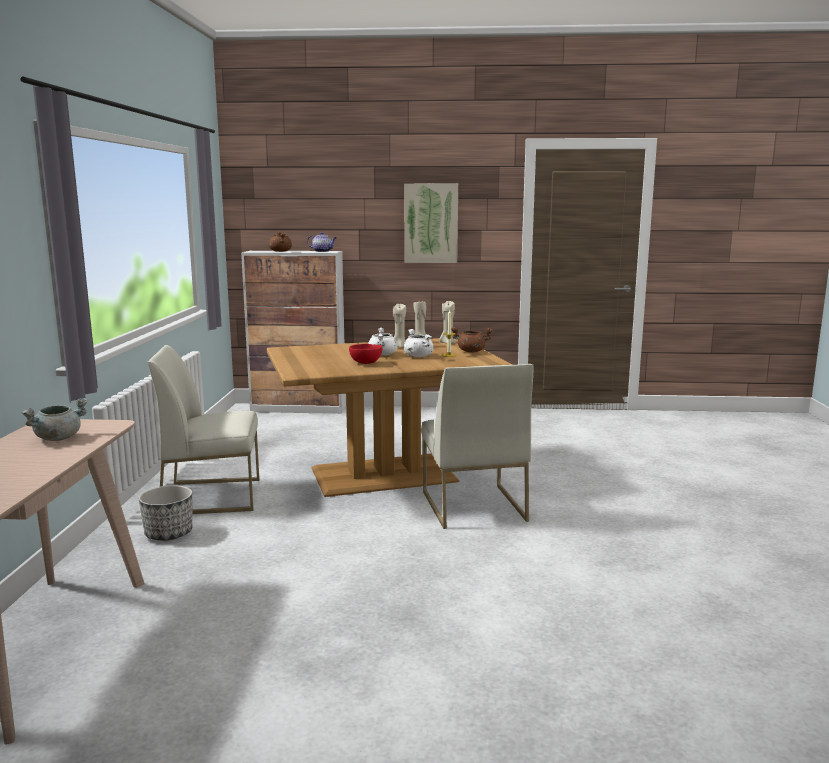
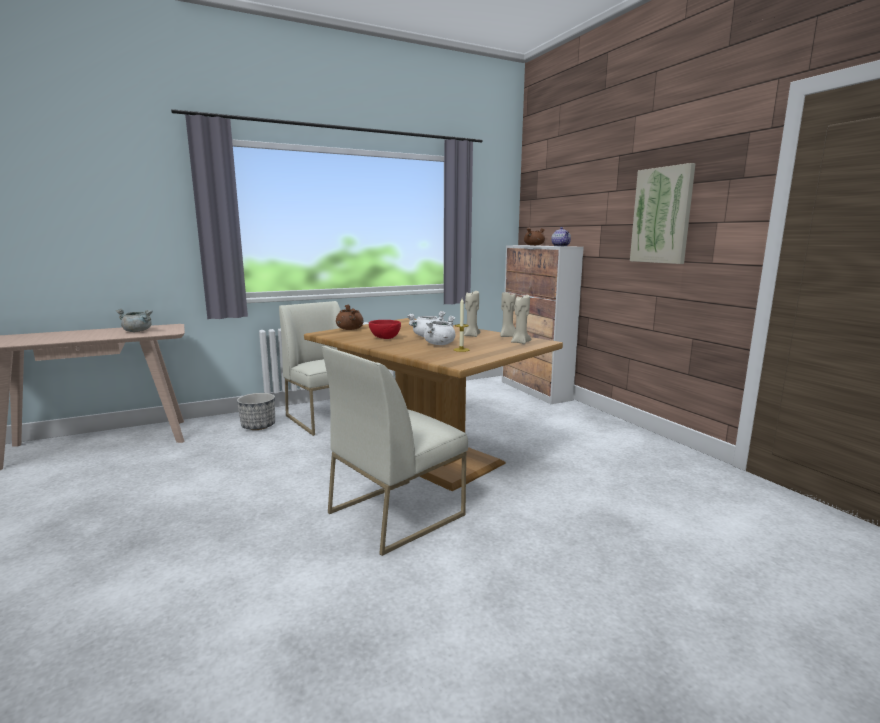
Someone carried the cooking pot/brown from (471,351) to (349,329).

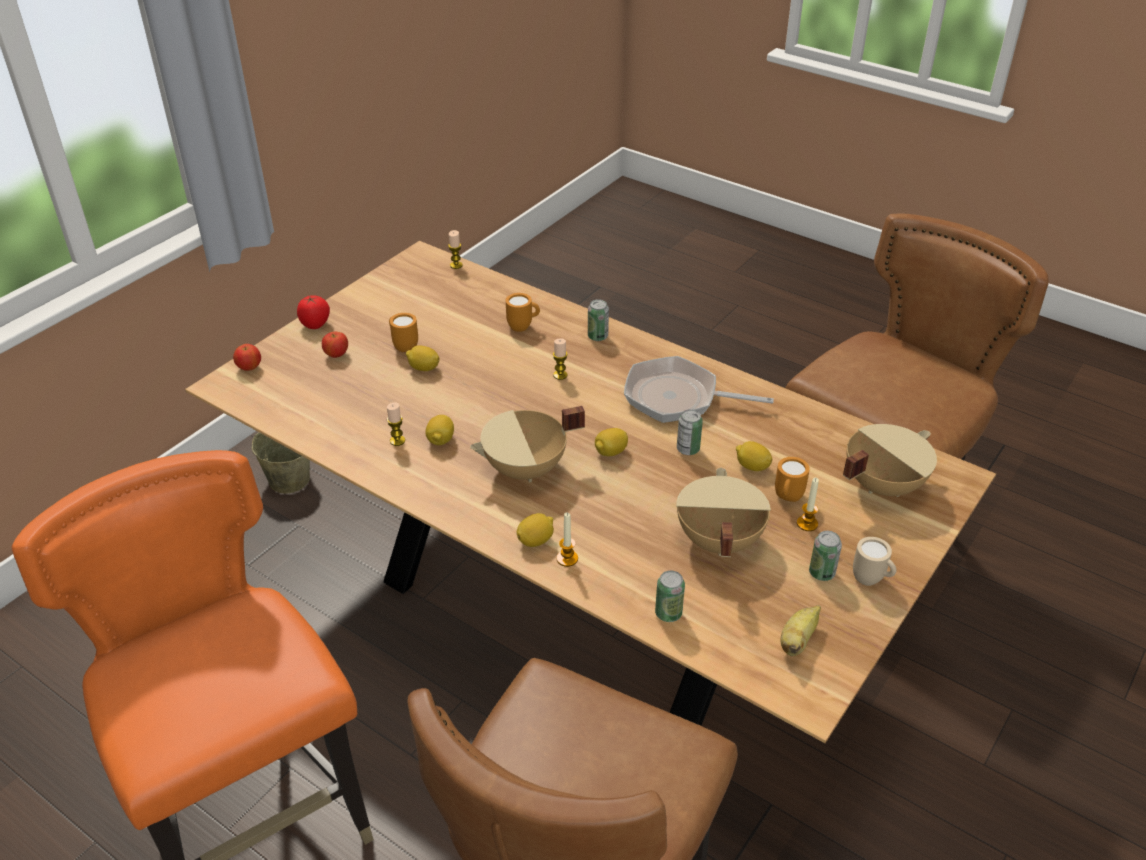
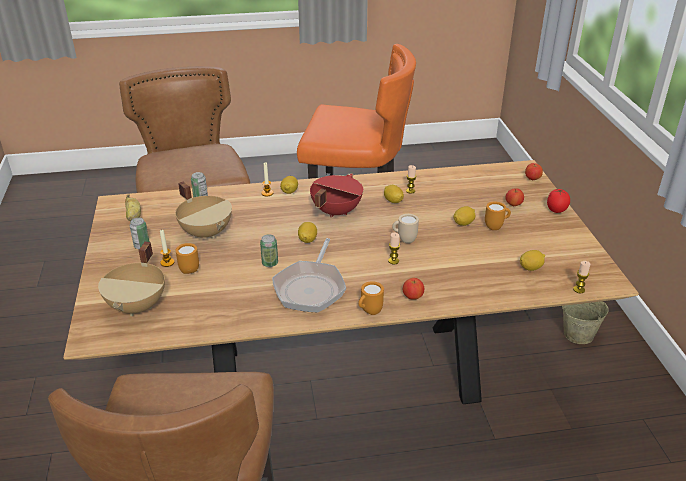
Someone carried the mug/orange from (523,327) to (369,312). Someone swapped the can at (597,336) for the apple at (412,297). Someone rotated the frying pan at (678,398) by 135 degrees clockwise. Someone repainted the cooking pot/beige at (526,470), which became the cooking pot/red at (335,211). Someone carried the lemon from (752,466) to (531,268). Someone carried the mug/beige from (871,580) to (404,239).

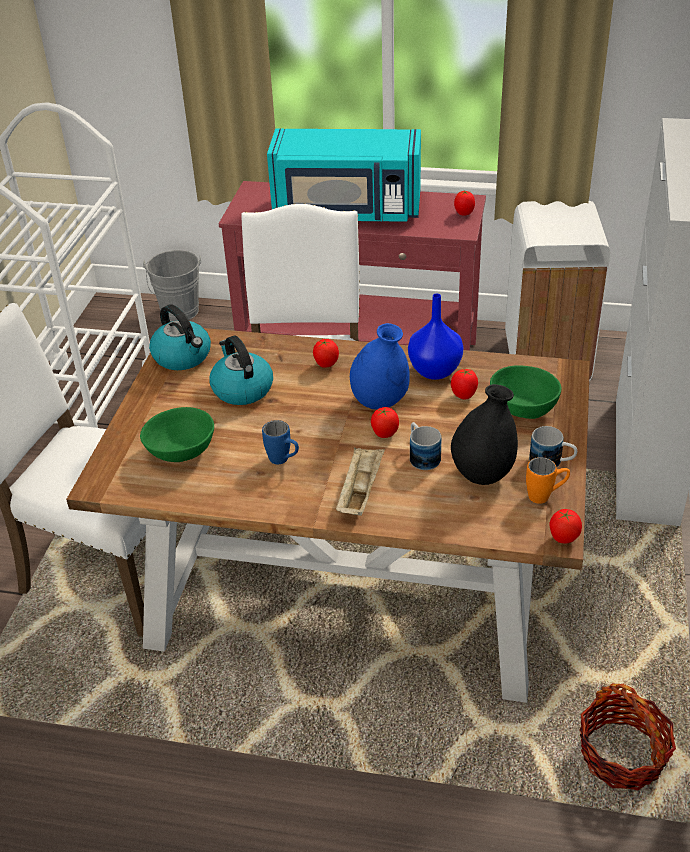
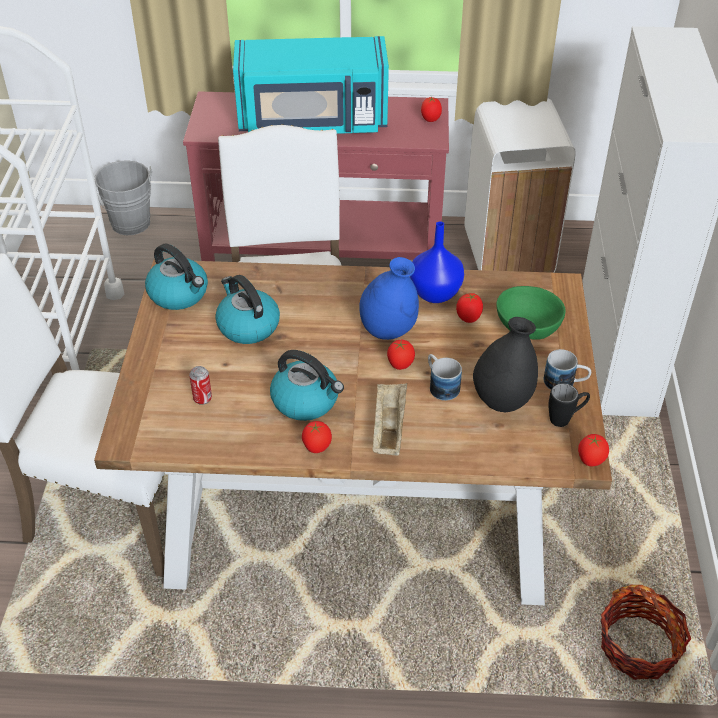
Someone carried the tomato from (326,365) to (316,448). Someone swapped the bowl/green at (182,451) for the can at (202,398). Someone swapped the mug/blue at (283,460) for the kettle at (306,401). Someone repainted the mug/orange at (545,496), which became the mug/black at (565,418).

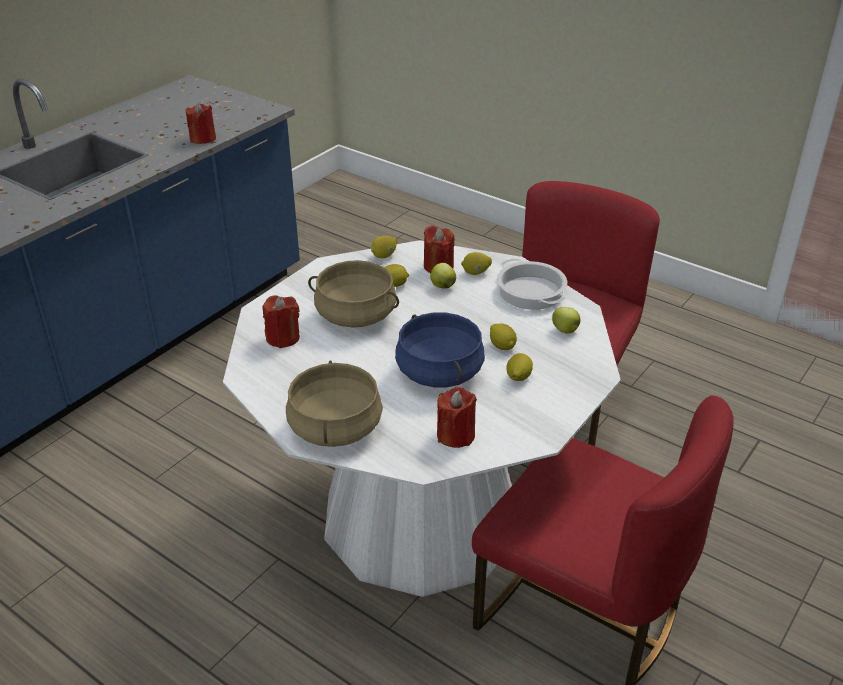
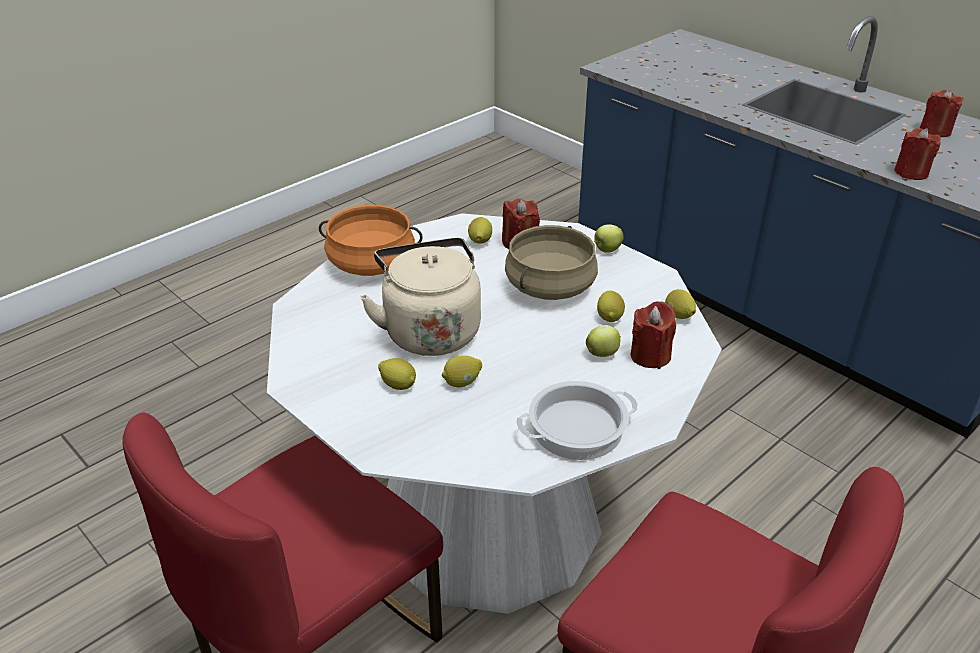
Someone carried the lemon from (476,273) to (480,241). Someone carried the apple from (565,331) to (606,250). Someone swapped the cooking pot/blue at (438,372) for the kettle/beige at (430,330). Someone repainted the cooking pot/beige at (334,427), which became the cooking pot/orange at (372,263). Someone carried the candle/red from (455,435) to (935,131).

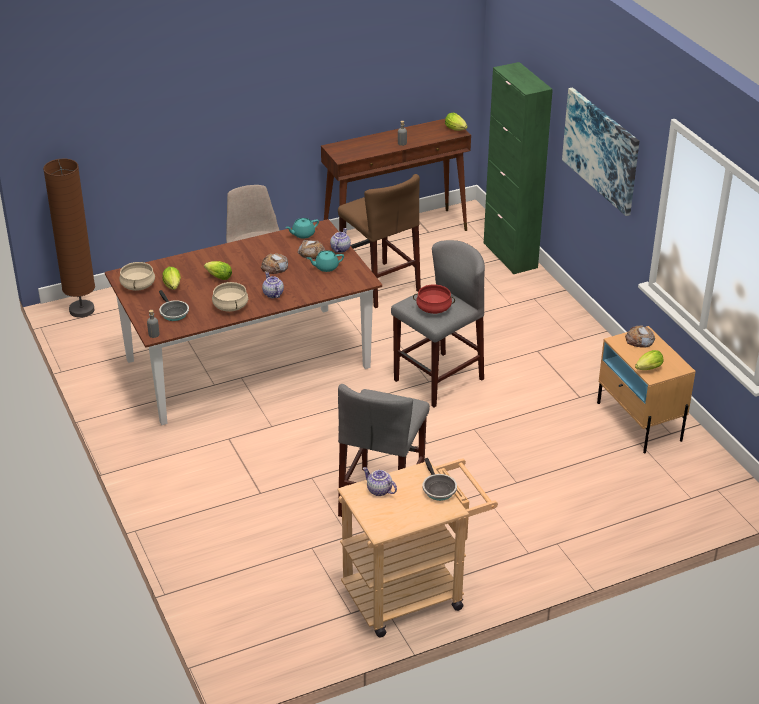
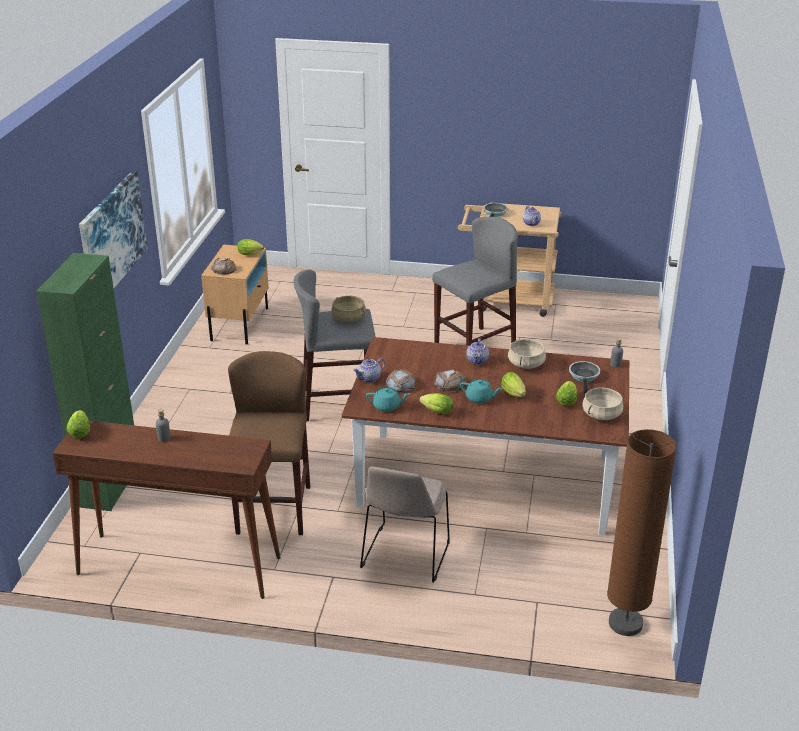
Someone carried the teapot/turquoise from (326,267) to (479,398). Someone repainted the cooking pot/red at (433,308), which became the cooking pot/beige at (349,318). Someone put down the lettuce at (435,411).

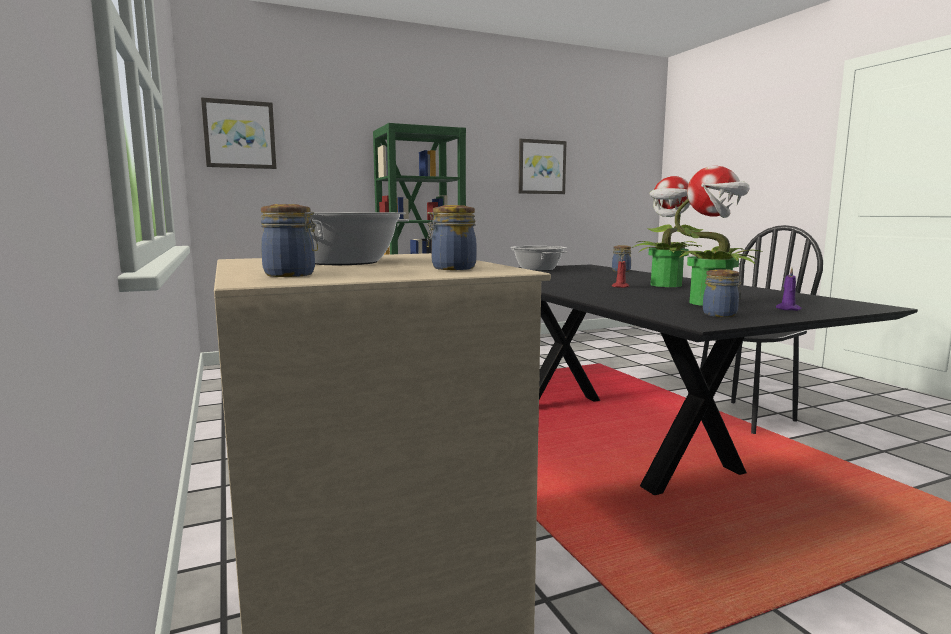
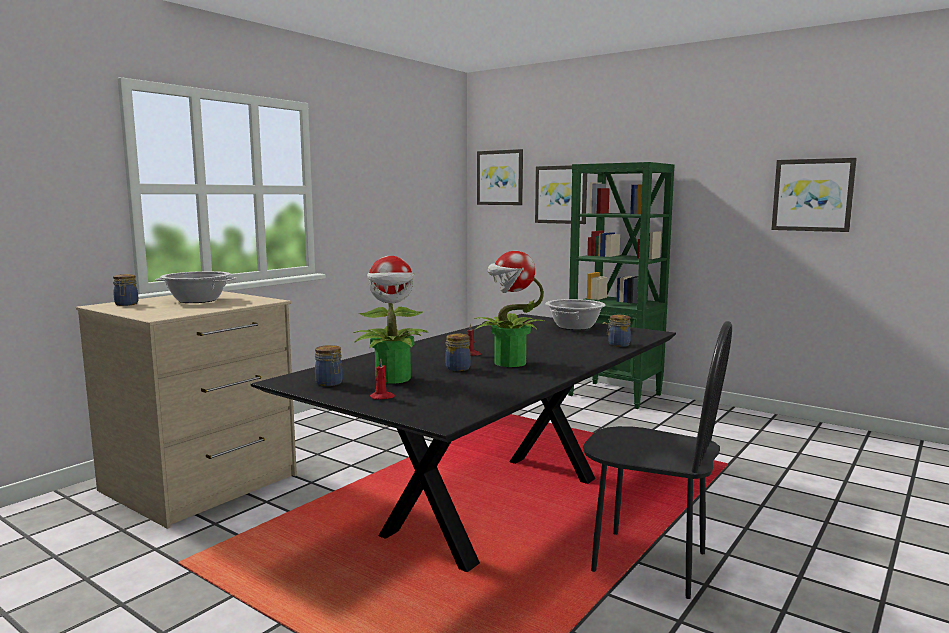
Someone carried the jar from (451,268) to (457,368). Someone repainted the candle/purple at (787,309), which became the candle/red at (382,397). Someone put up the picture at (561,194).

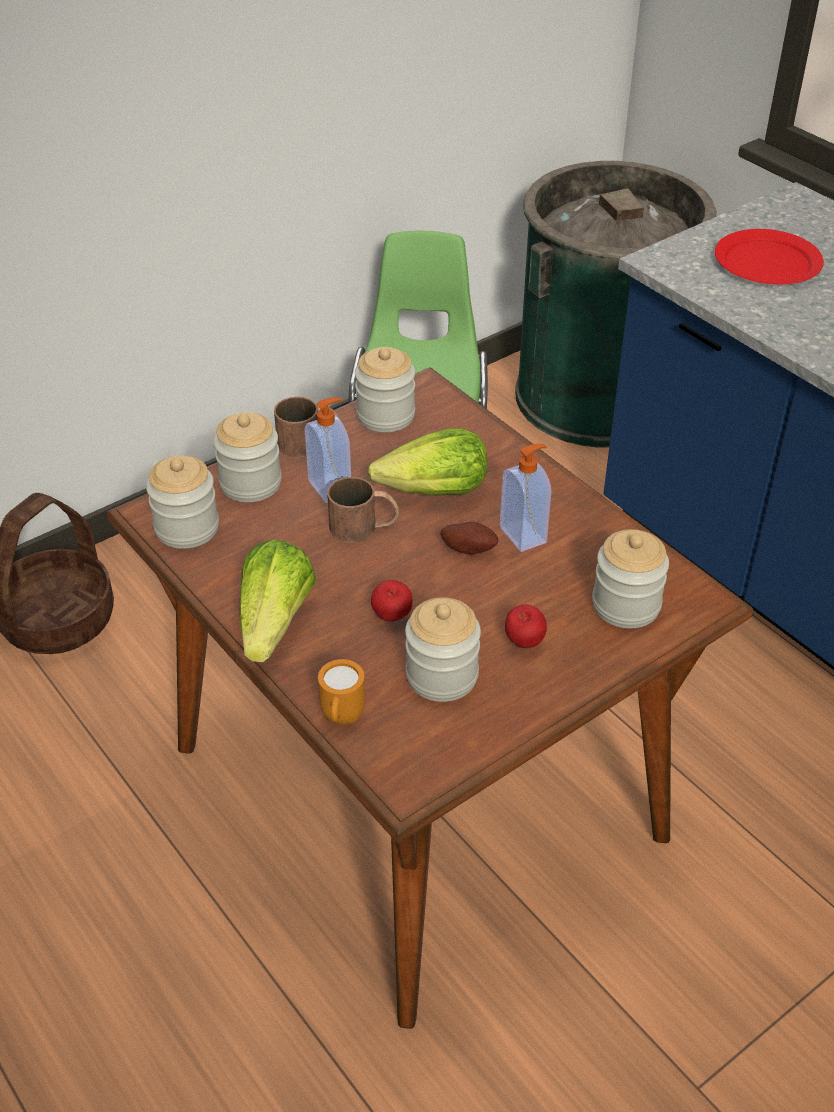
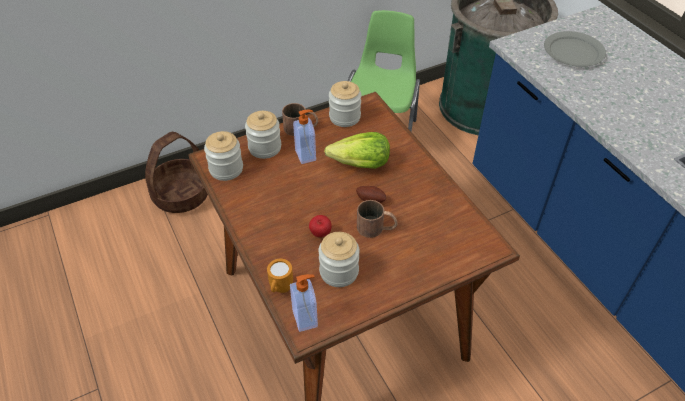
Someone repainted the plate/red at (768,262), which became the plate/grey at (574,52). Someone carried the soap dispenser from (524,535) to (306,318). Someone carried the mug/brown from (364,527) to (376,228). Someone took away the jar at (626,605). Someone took away the lettuce at (275,623). Someone took away the apple at (523,643).

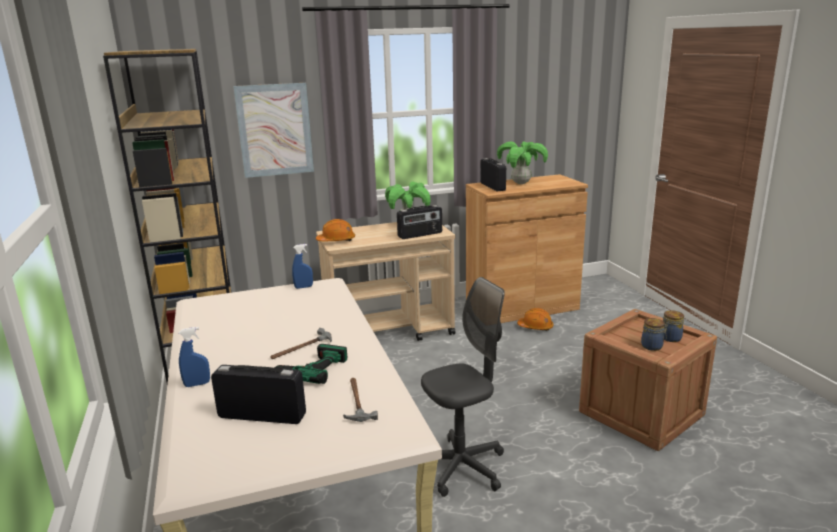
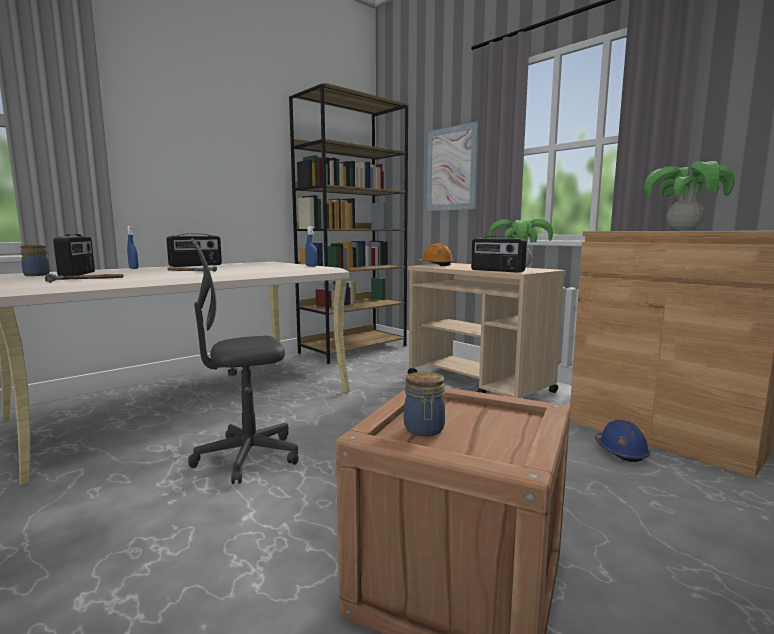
Someone carried the radio from (493,187) to (196,265). Someone rotated the office chair/grey at (461,467) by 120 degrees clockwise. Someone repainted the hard hat/orange at (535,327), which became the hard hat/blue at (621,451). Someone carried the jar from (670,338) to (36,275). Someone took away the power drill at (304,368).

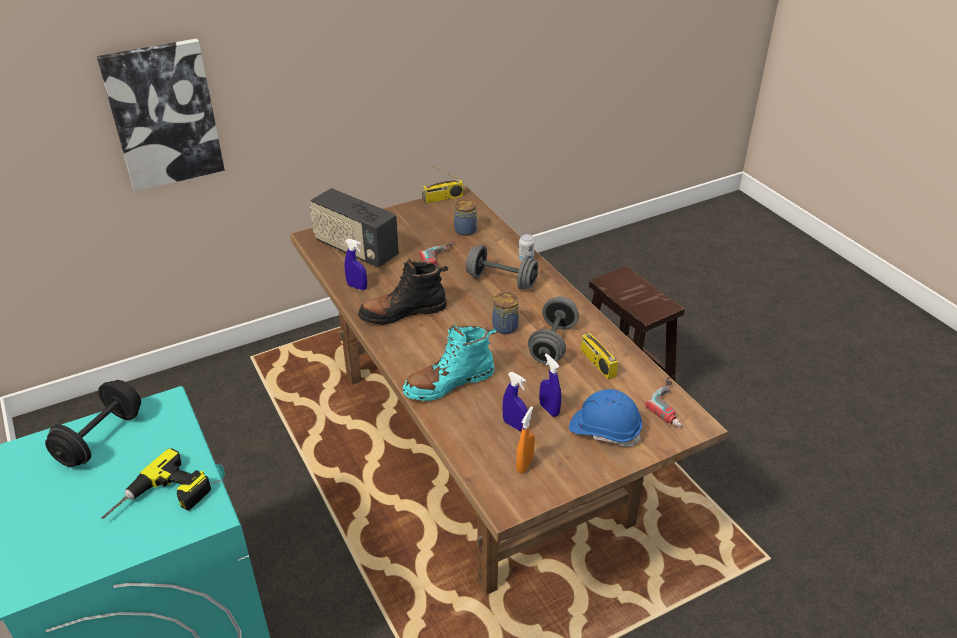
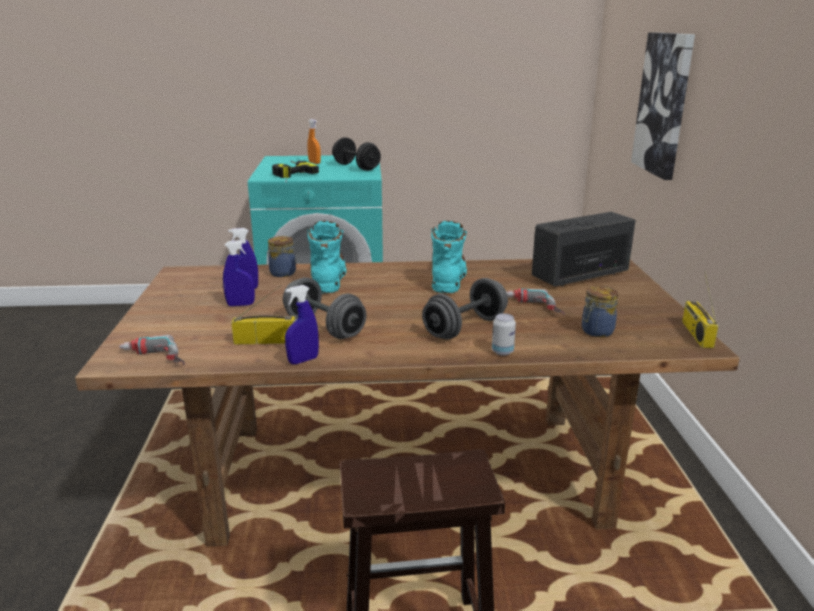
Someone carried the spray bottle/blue from (357,287) to (303,360). Someone repainted the boot/black at (403,312), which became the boot/turquoise at (448,278). Someone carried the jar from (505,328) to (281,273). Someone took away the hard hat/blue at (604,430). Someone carried the spray bottle/orange from (524,465) to (314,163).

